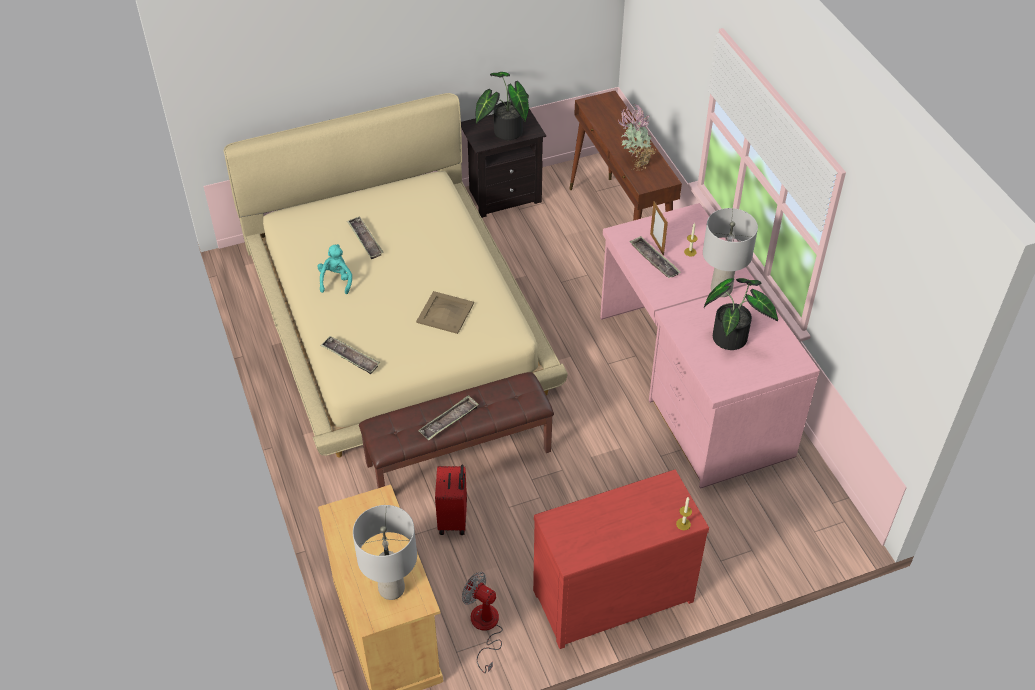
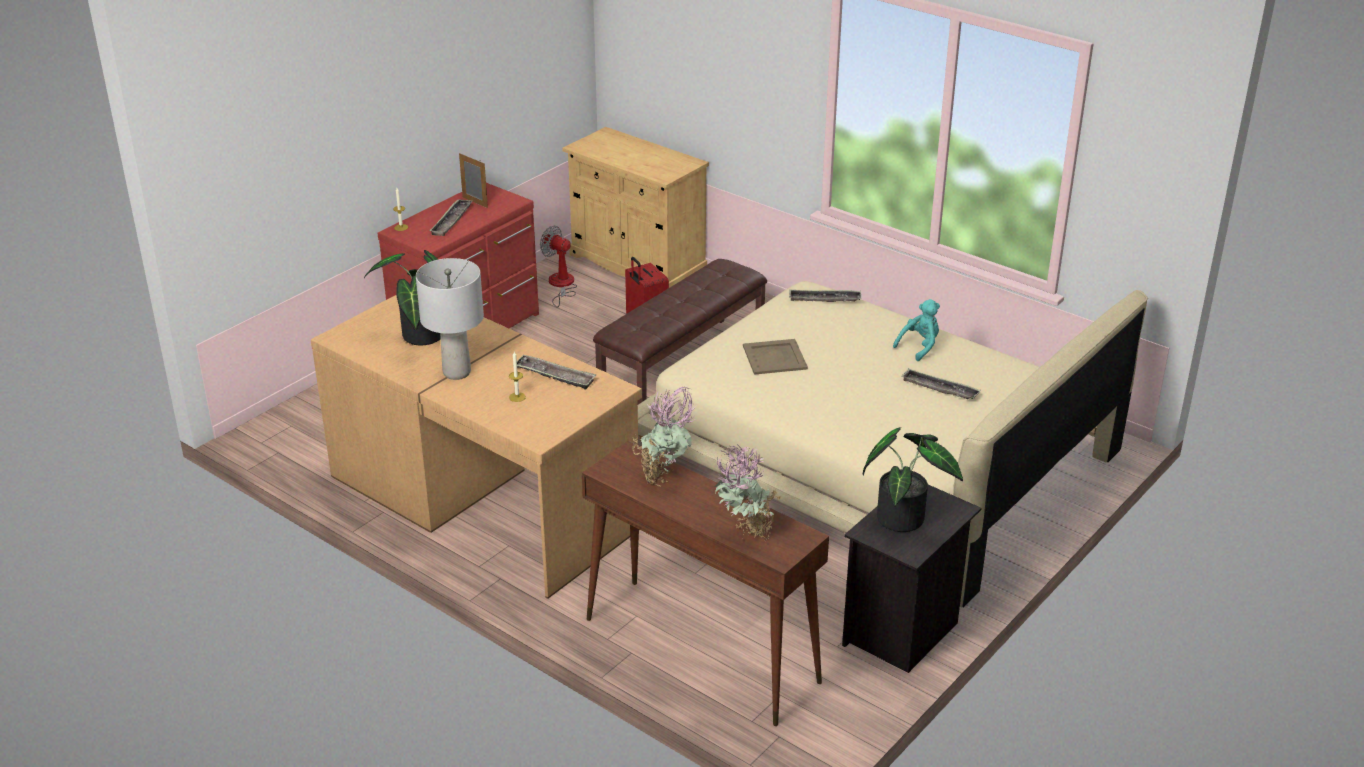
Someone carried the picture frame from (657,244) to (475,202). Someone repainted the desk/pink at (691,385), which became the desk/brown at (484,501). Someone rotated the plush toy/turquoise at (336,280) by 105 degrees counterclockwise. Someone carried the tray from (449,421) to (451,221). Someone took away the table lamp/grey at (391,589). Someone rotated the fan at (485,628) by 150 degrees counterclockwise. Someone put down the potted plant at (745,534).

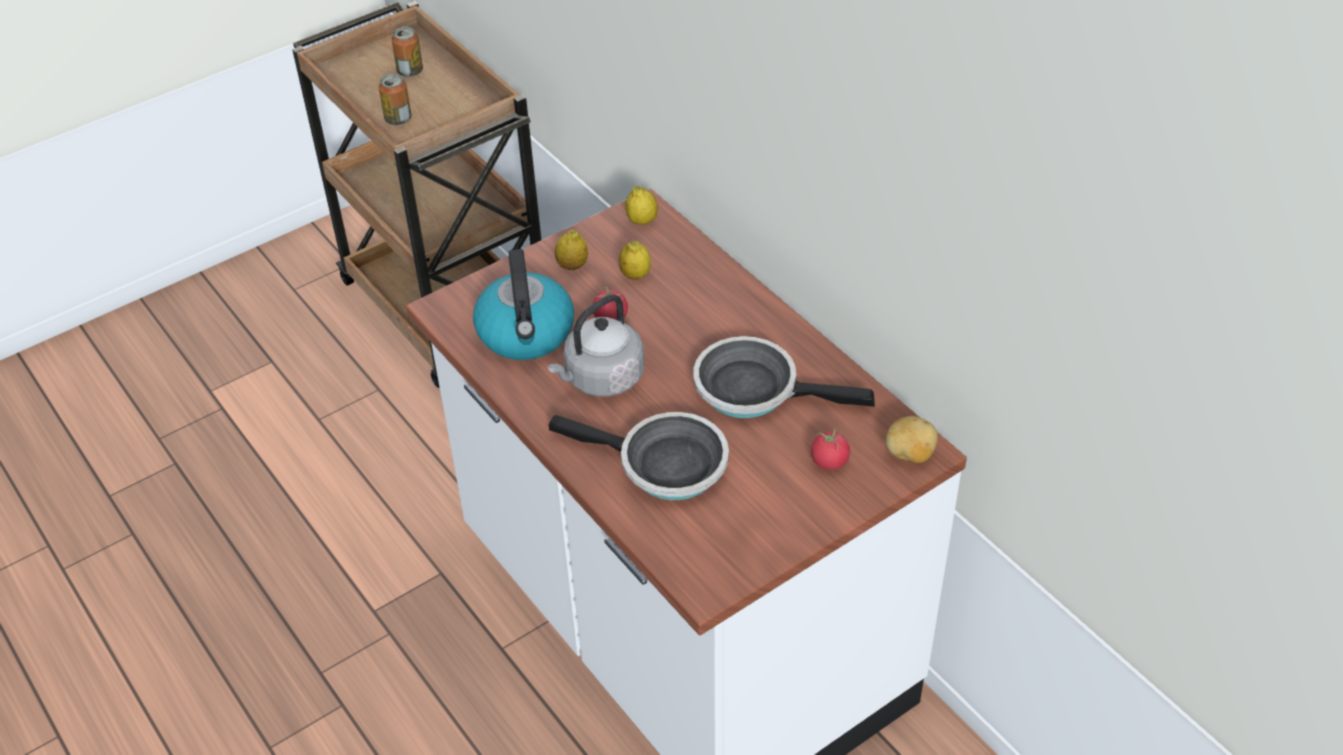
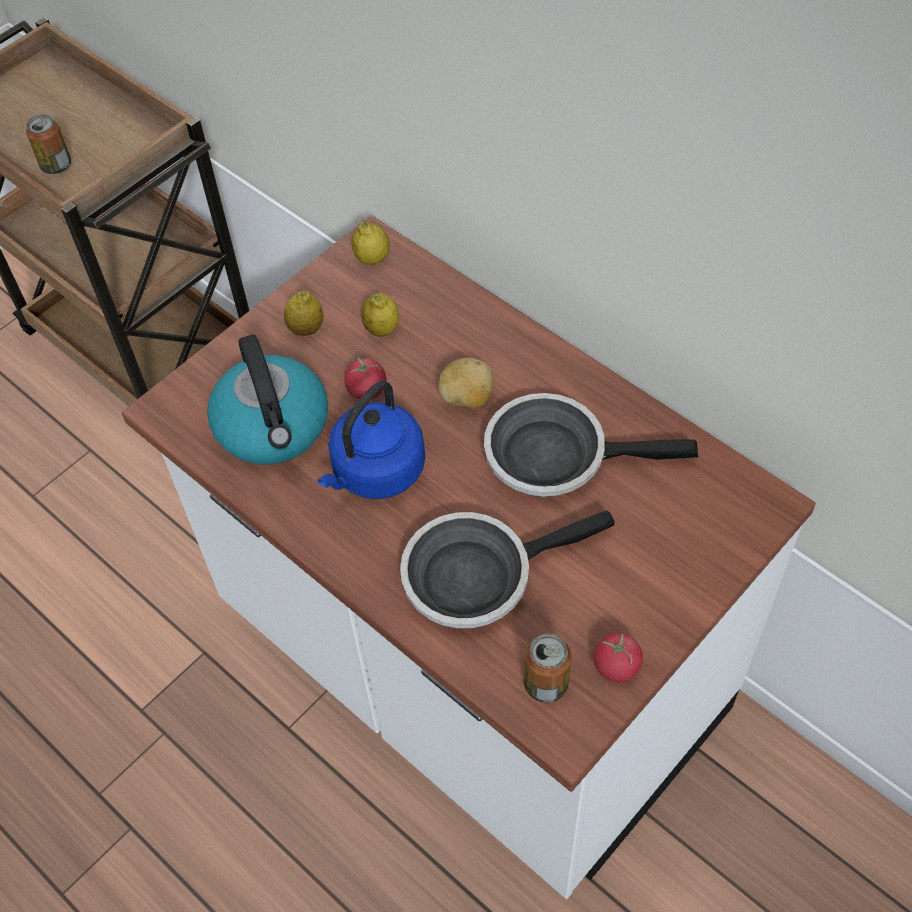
Someone carried the can from (410,71) to (546,684). Someone repainted the kettle/grey at (601,379), which became the kettle/blue at (375,472). Someone rotated the frying pan at (664,465) by 150 degrees clockwise. Someone carried the potato from (909,454) to (466,398). Someone carried the tomato from (829,461) to (616,665).

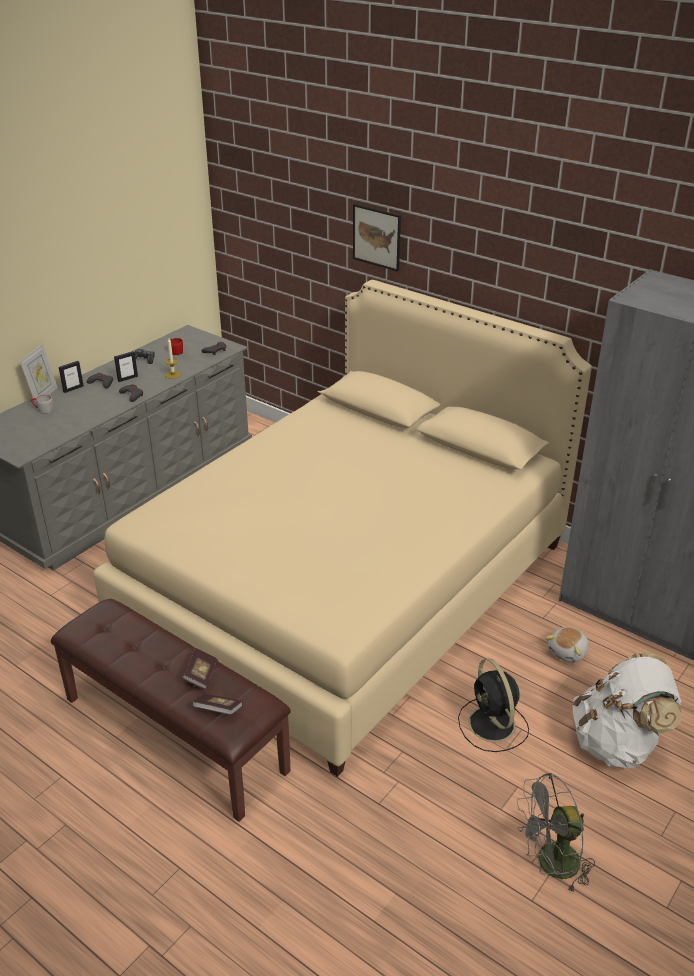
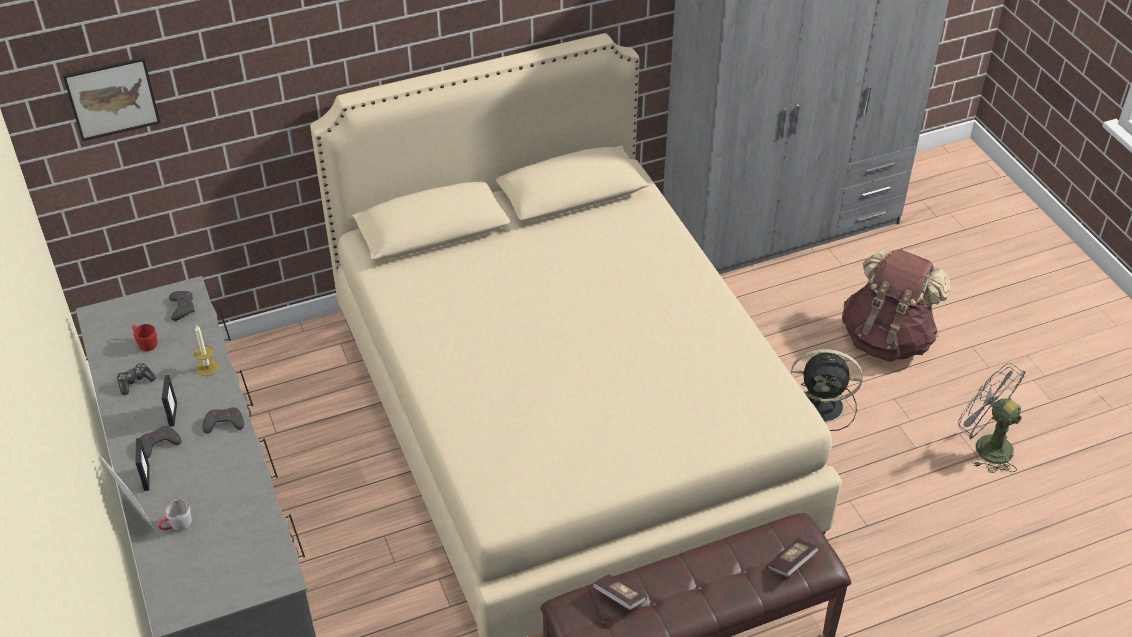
Someone carried the picture from (376,237) to (112,98). Someone took away the plush toy at (568,652). Someone carried the book from (201,675) to (619,598). Someone repainted the backpack/white at (617,742), which became the backpack/brown at (887,339). Someone rotated the fan/grey at (550,865) by 120 degrees clockwise.

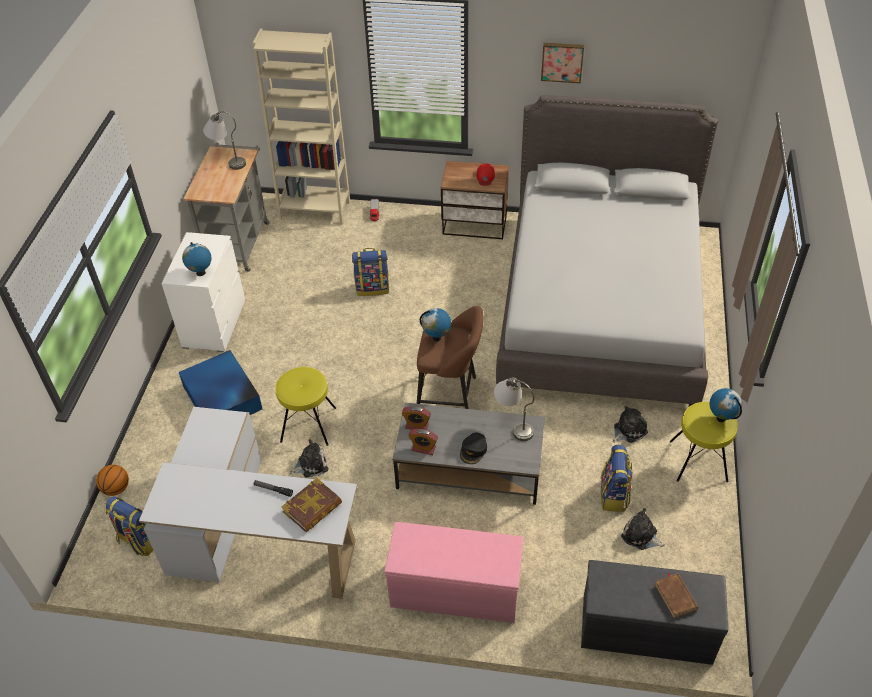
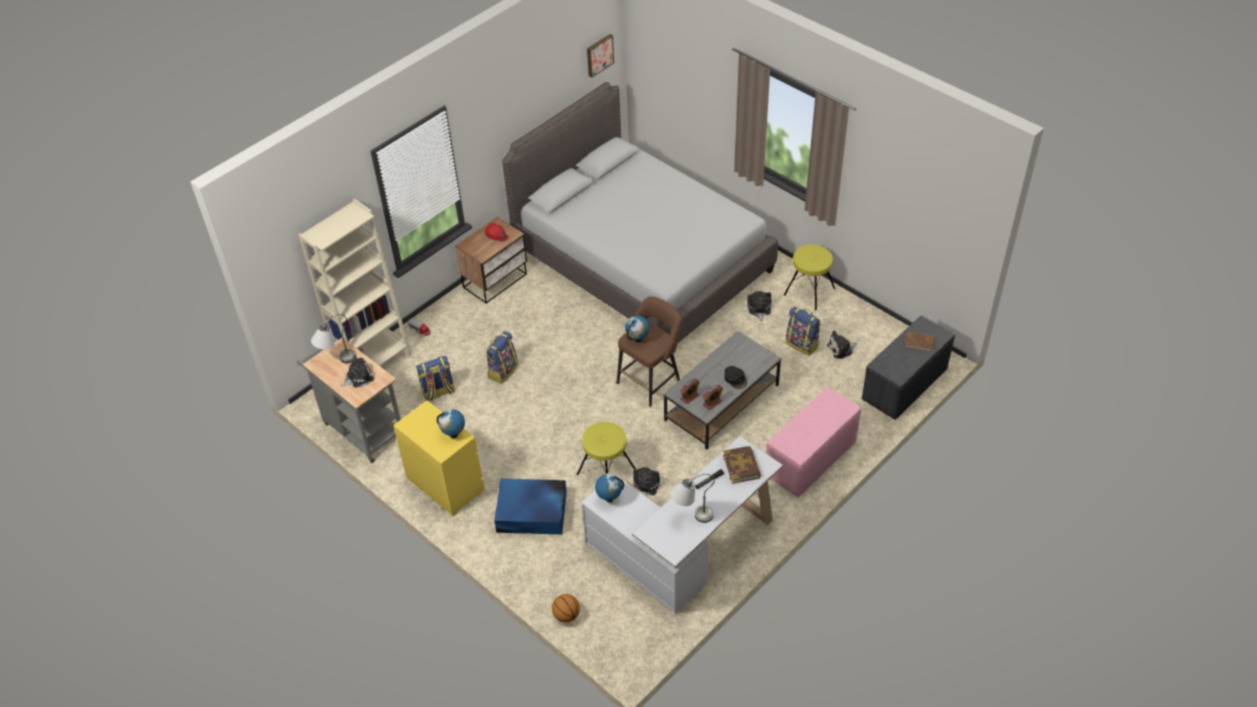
Someone carried the picture from (562,61) to (599,55). Someone repainted the dresser/white at (214,324), which became the dresser/yellow at (445,484). Someone carried the table lamp/grey from (513,424) to (691,516). Someone carried the globe from (721,418) to (609,498). Someone carried the backpack from (138,540) to (438,392). Someone put down the plush toy at (358,377).

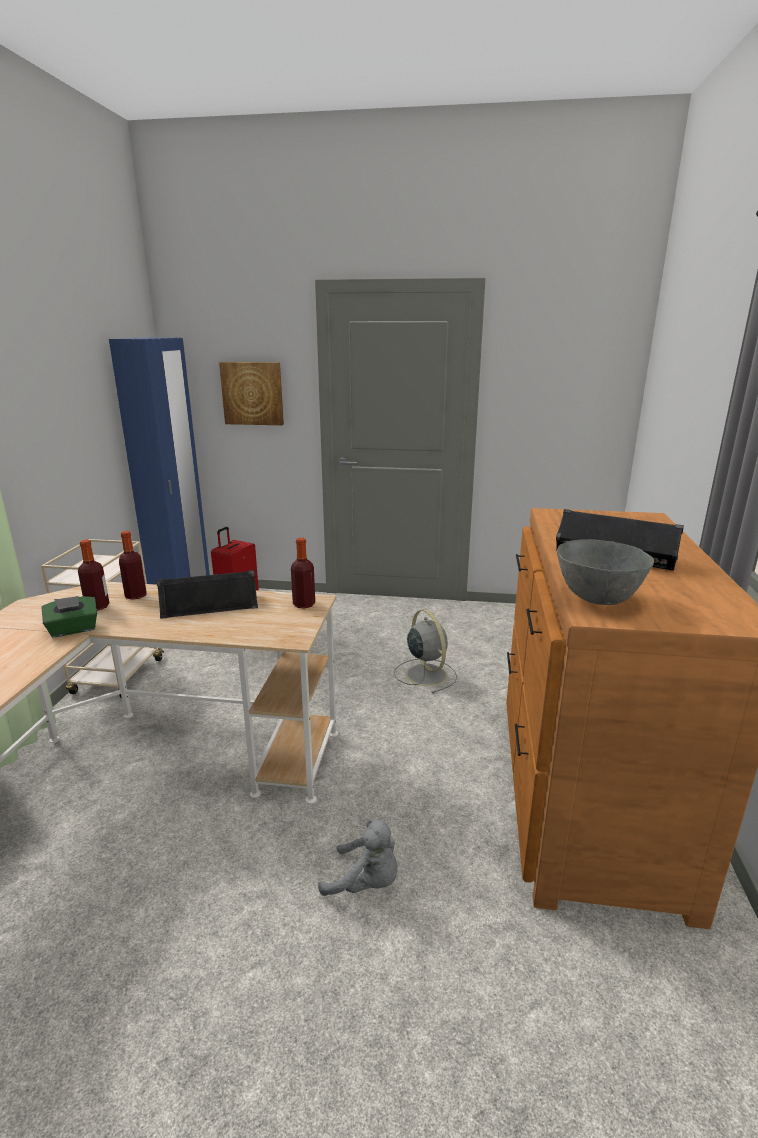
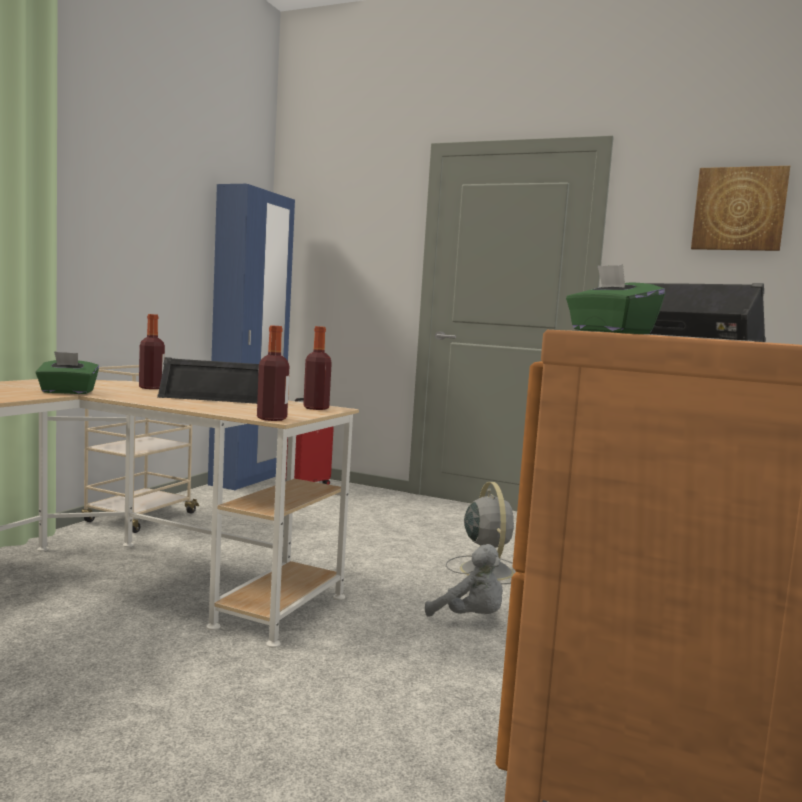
Someone carried the picture from (252,393) to (738,209). Someone swapped the bowl/grey at (598,599) for the tissue box/green at (609,332). Someone carried the bottle from (97,607) to (272,419). Someone carried the plush toy/grey from (366,883) to (470,618).

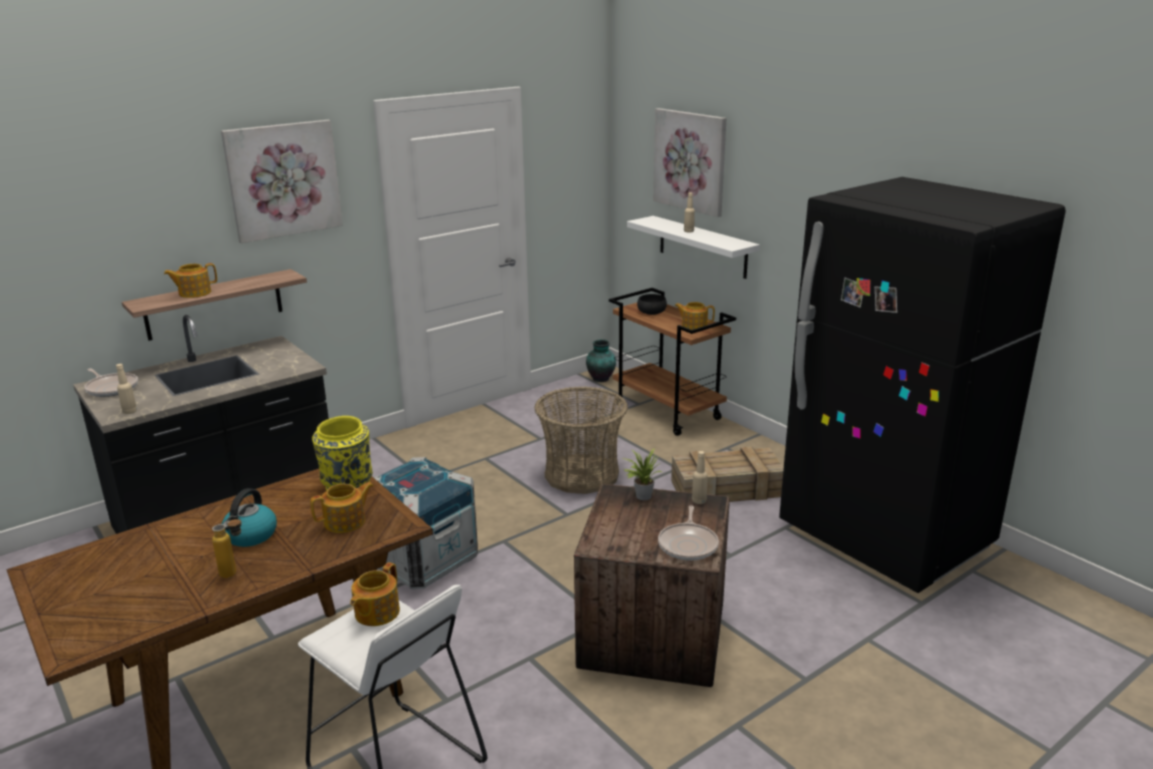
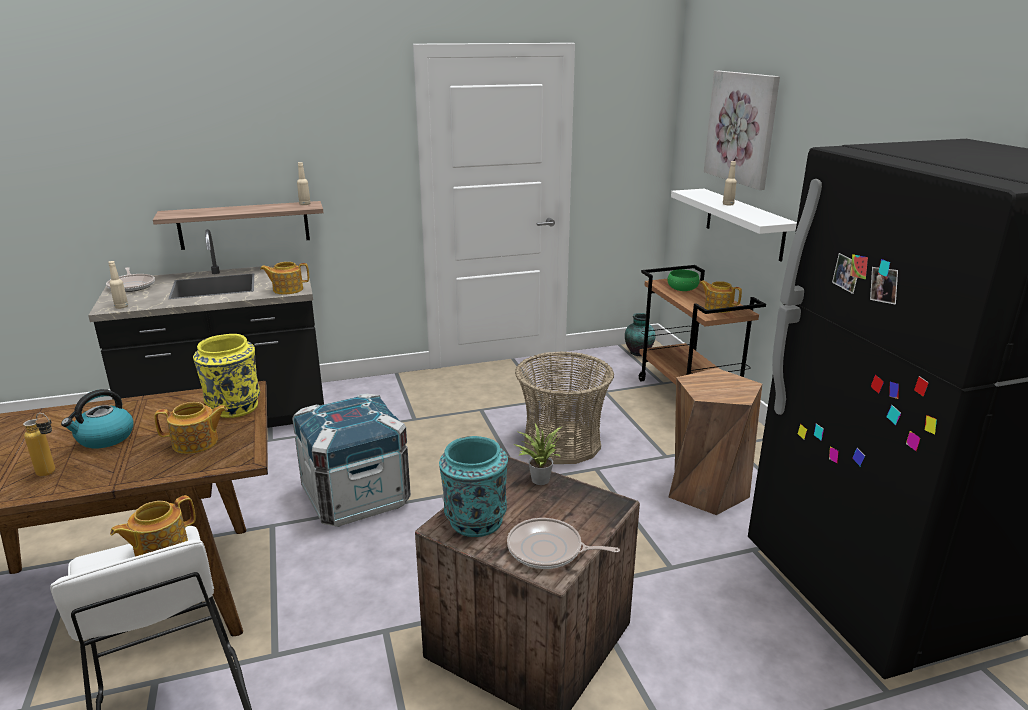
Someone took away the picture at (283,180). Someone carried the teapot from (194,293) to (287,289). Someone repainted the bowl/black at (651,312), which became the bowl/green at (682,288). Someone swapped the crate at (725,489) for the stool/brown at (706,490). Someone carried the bottle/beige from (699,501) to (305,204). Someone rotated the frying pan at (688,544) by 75 degrees clockwise. Someone put down the vase/turquoise at (474,521).

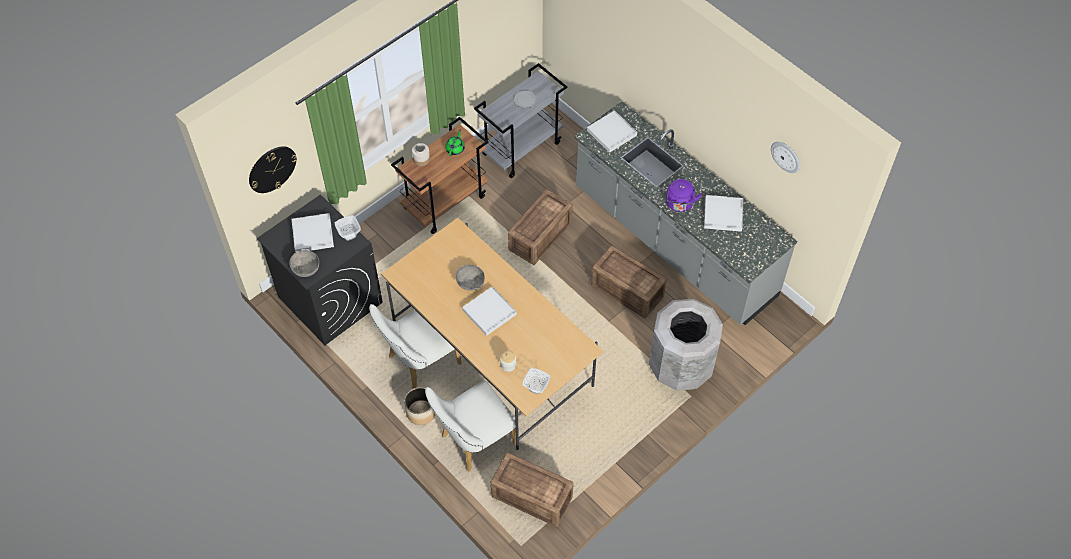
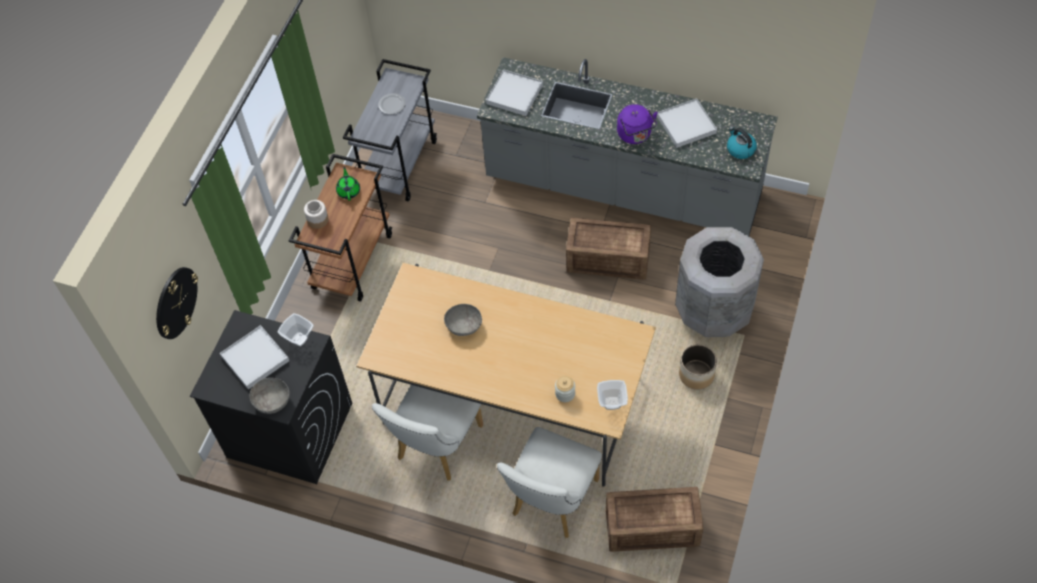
Someone took away the wall clock at (786,156). Someone took away the crate at (538,236). Someone took away the tray/white at (489,312). Someone carried the planter from (420,412) to (696,375). Someone put down the kettle at (740,149).

